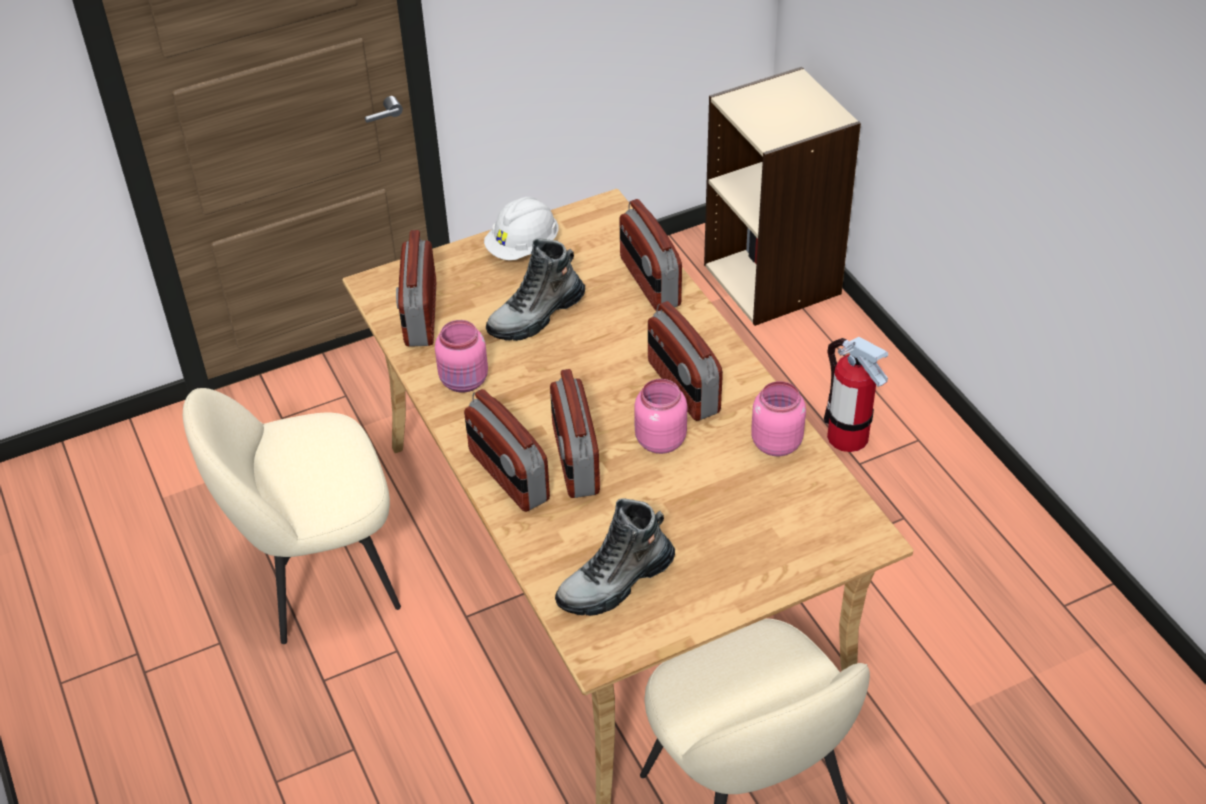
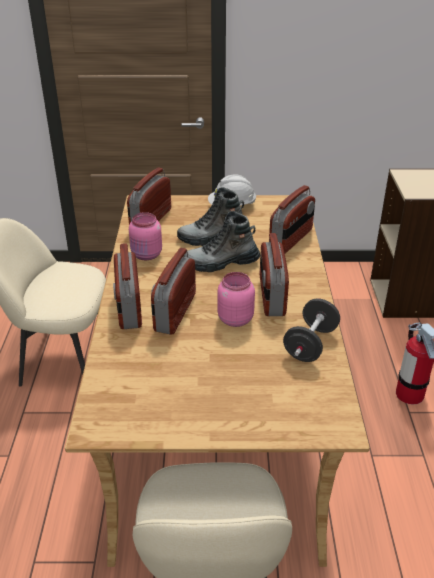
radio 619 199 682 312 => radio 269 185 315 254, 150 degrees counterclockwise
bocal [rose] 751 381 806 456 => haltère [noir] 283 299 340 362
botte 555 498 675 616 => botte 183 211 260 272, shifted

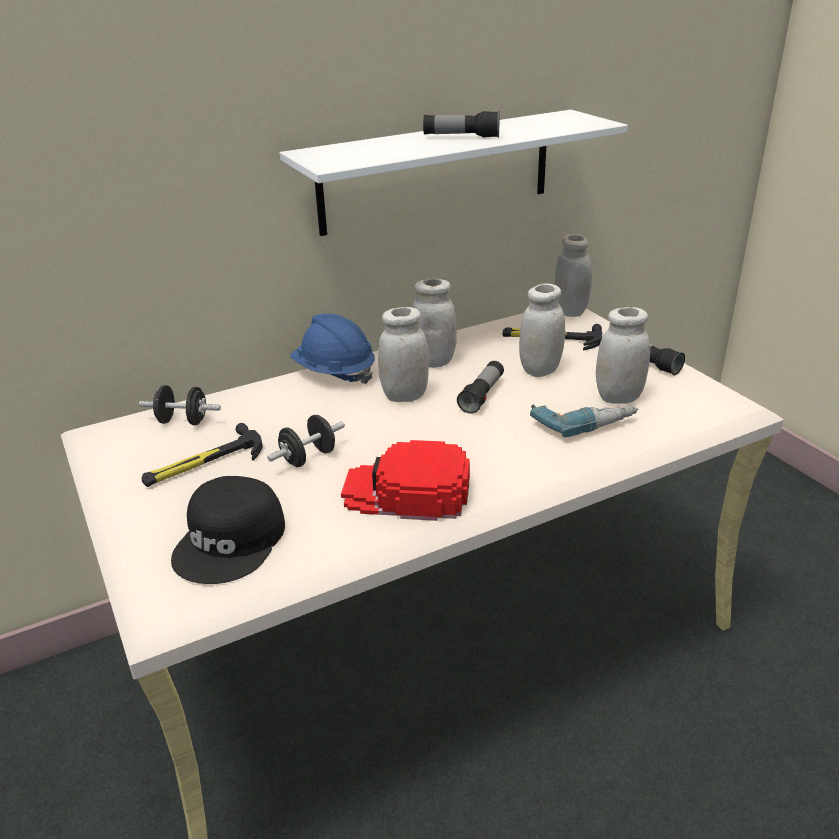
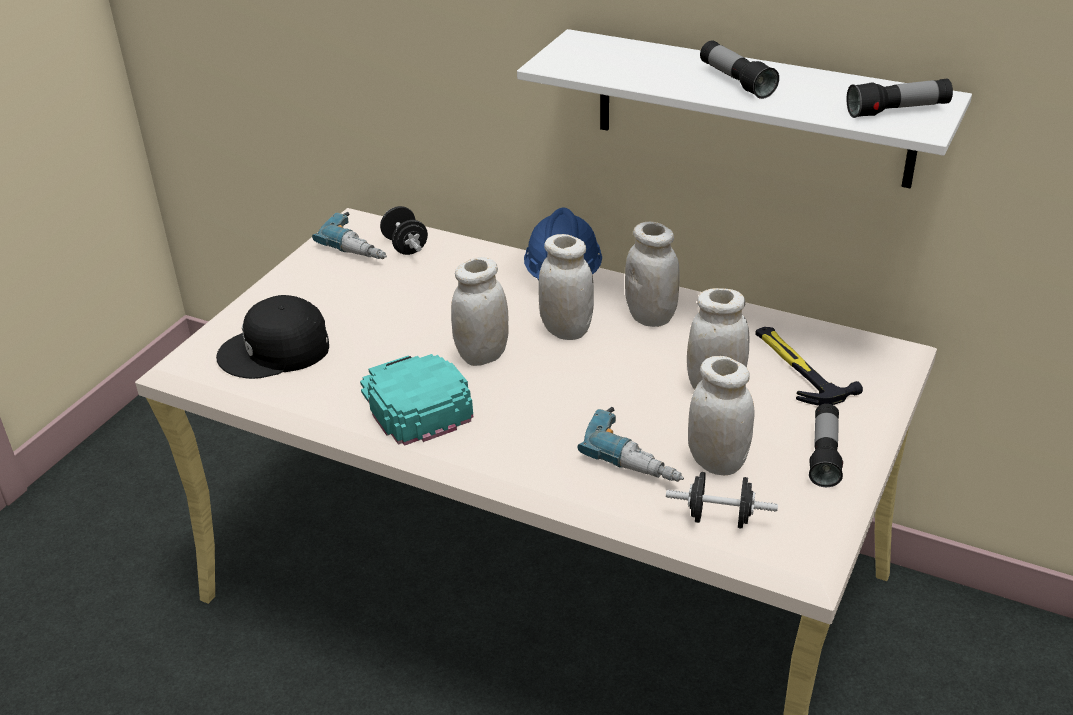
bocal [blanc] 554 234 592 317 => bocal [blanc] 451 257 509 366, shifted
lampe de poche 457 361 504 414 => lampe de poche 846 78 953 118, shifted
haltère [noir] 267 415 345 467 => haltère [noir] 666 472 778 528, shifted
marteau 141 423 263 487 => nothing
casquette [rouge] 341 440 470 521 => casquette [turquoise] 360 354 473 446
nothing => perceuse 312 212 387 259

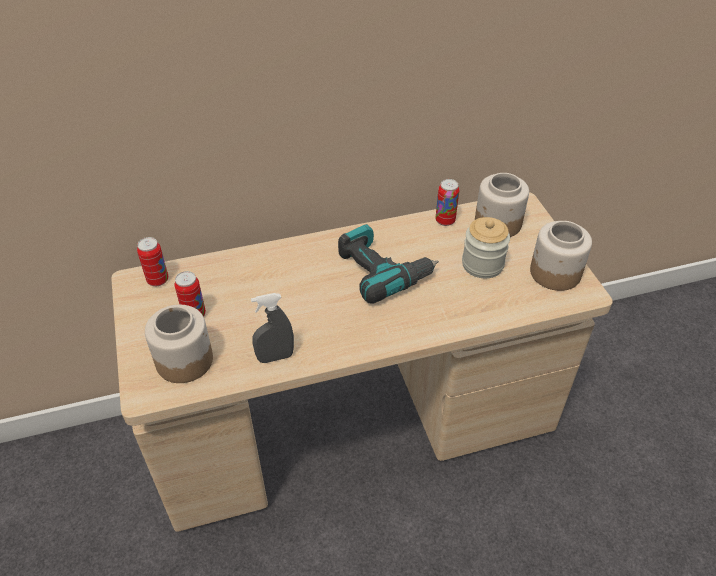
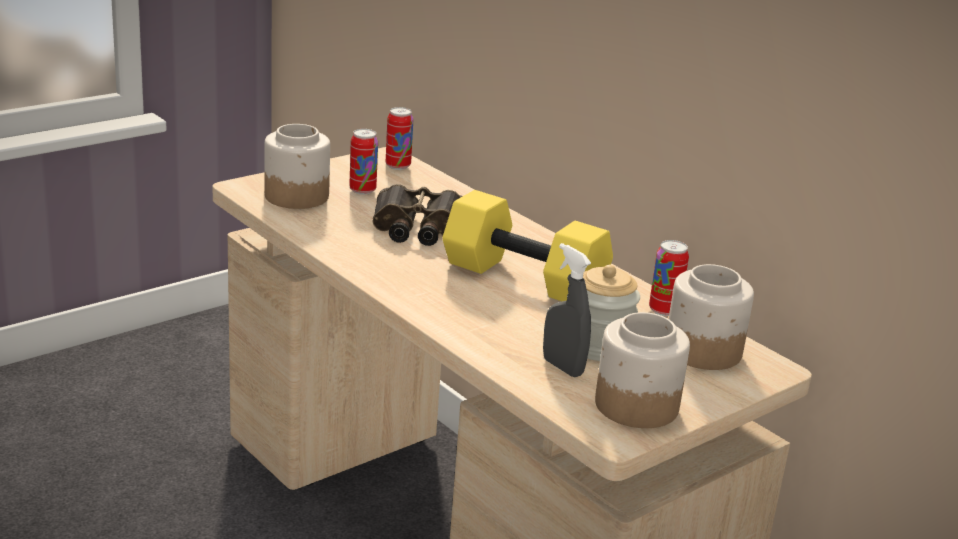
perceuse 338 224 439 304 => haltère [jaune] 442 190 613 301
vaporisateur [gris] 251 293 294 363 => vaporisateur [gris] 543 243 591 377, shifted
nothing => jumelles 373 184 462 246

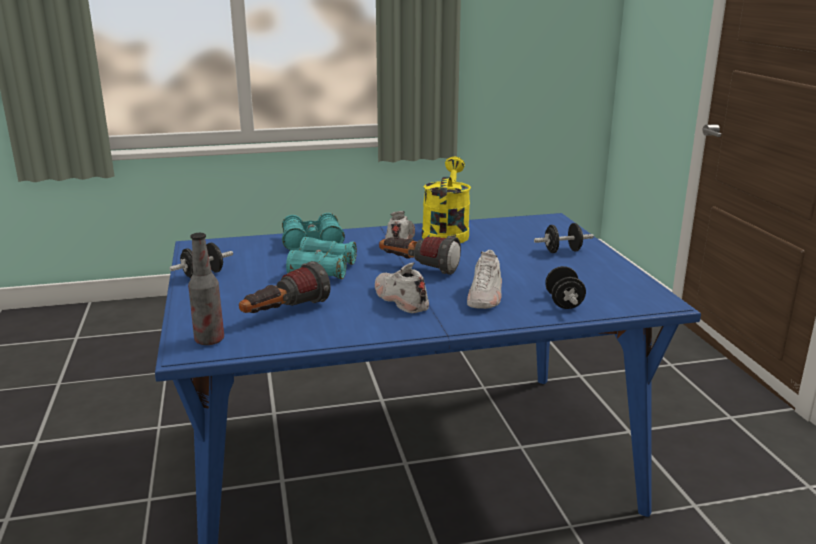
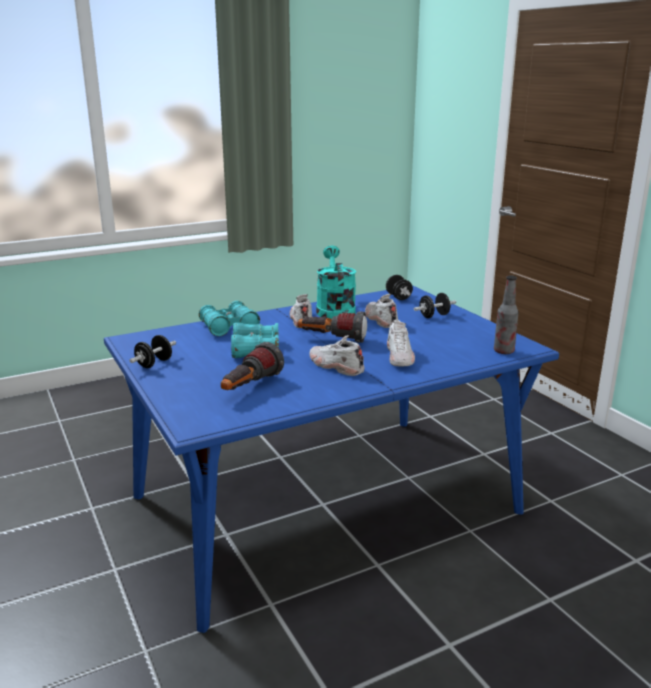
arrosoir [jaune] 422 157 471 243 => arrosoir [turquoise] 316 245 356 319
bouteille 188 233 224 345 => bouteille 494 275 519 354, shifted
haltère [noir] 545 266 586 309 => haltère [noir] 386 275 413 300, shifted
nothing => chaussure [blanc] 365 294 398 328

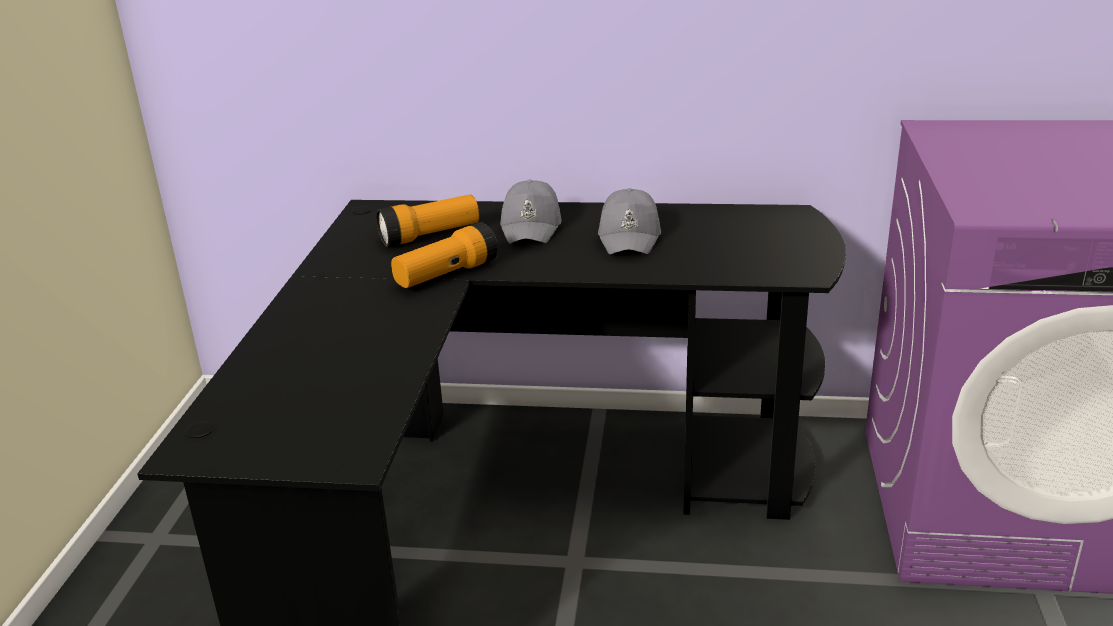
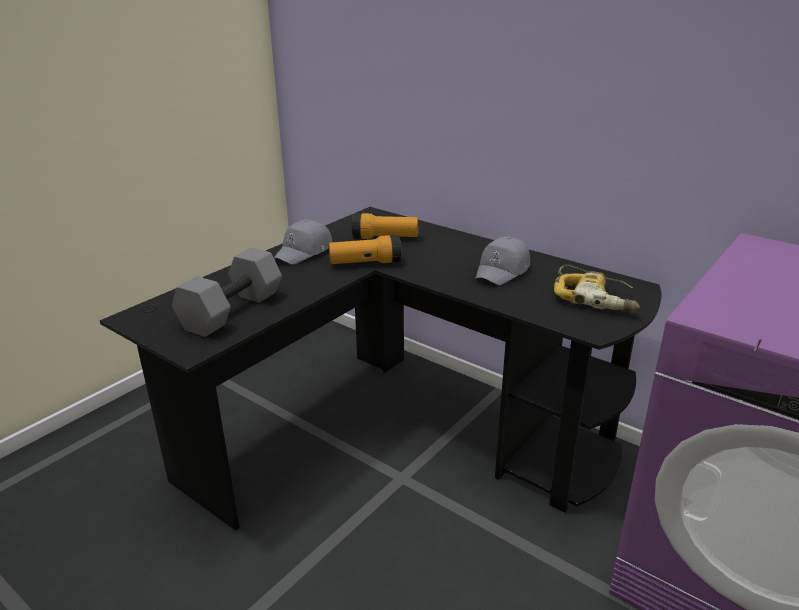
casquette [gris] 500 180 561 244 => casquette [gris] 274 220 332 265, shifted
nothing => haltère [gris] 172 248 282 337
nothing => perceuse 554 265 640 313

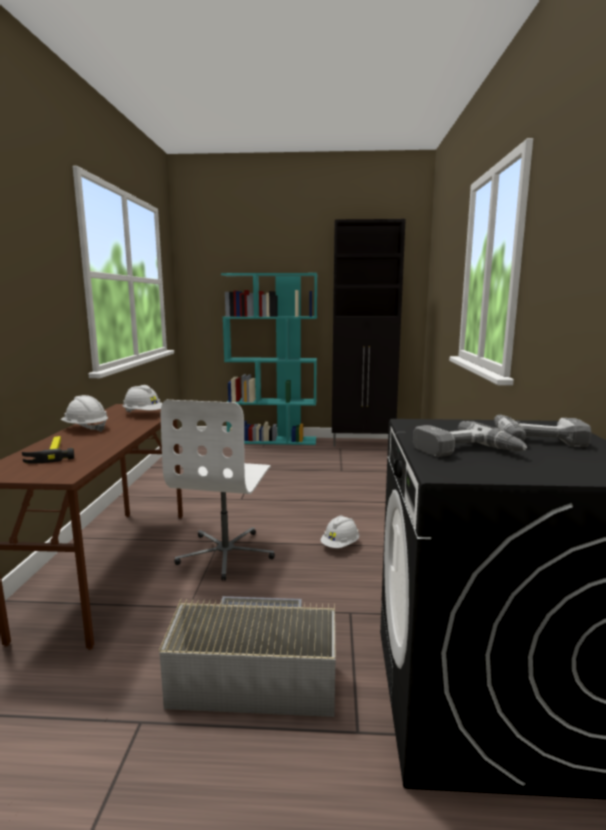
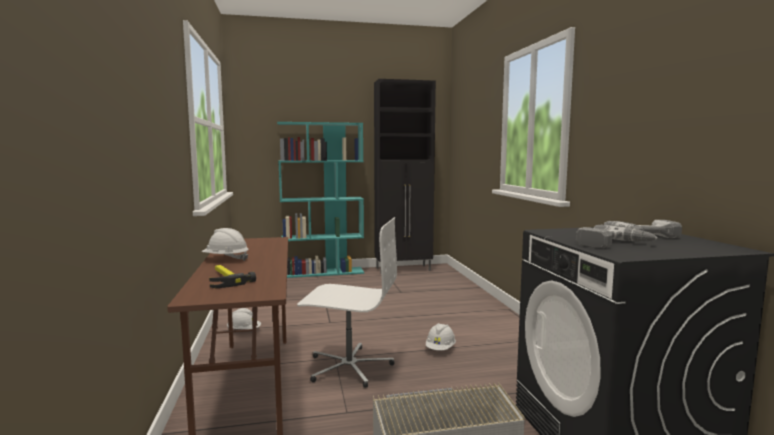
casque de chantier [blanc] 123 385 162 413 => casque de chantier [blanc] 227 308 261 329, shifted
chaise de bureau [blanc] 161 400 275 581 => chaise de bureau [blanc] 297 217 397 388, 75 degrees counterclockwise

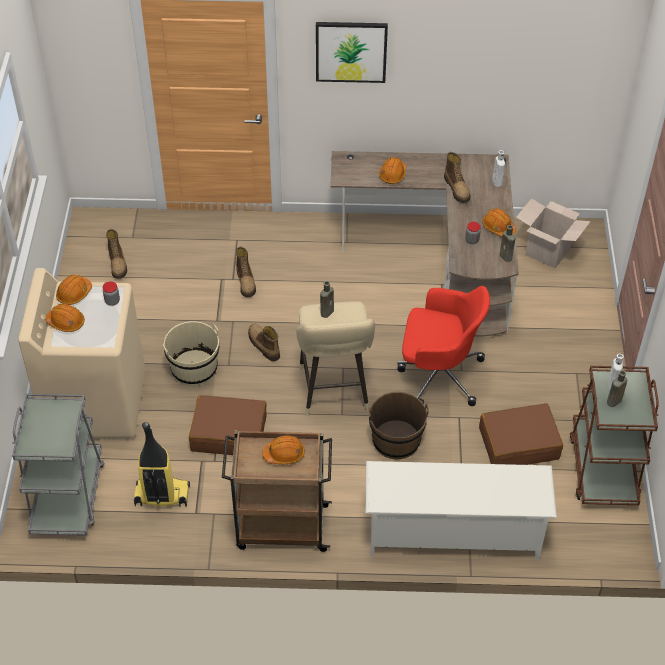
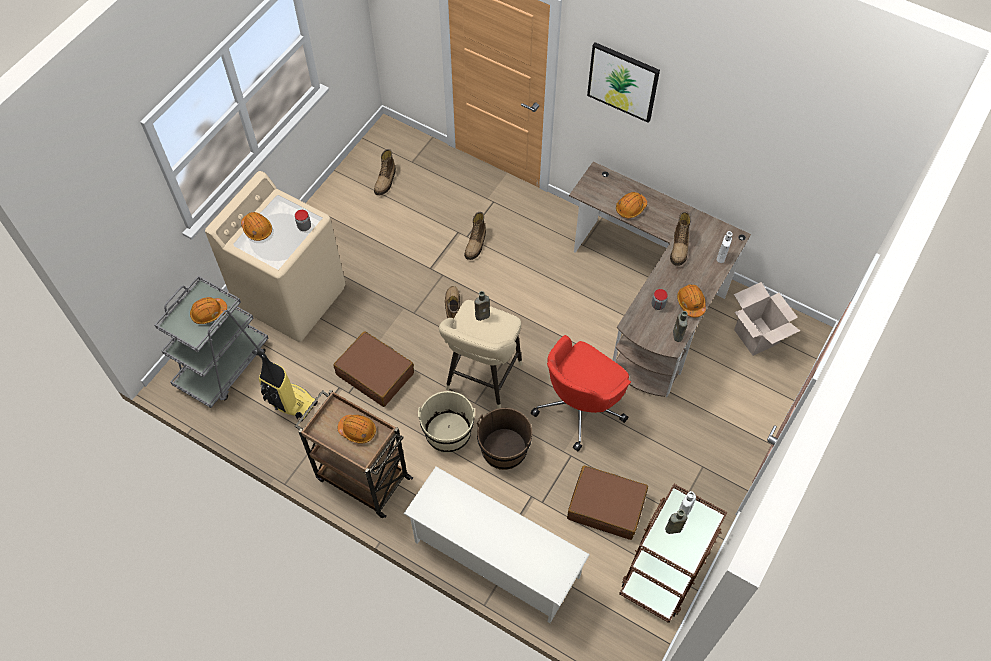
casque de chantier [orange] 56 275 92 305 => casque de chantier [orange] 190 297 227 324, shifted
chaise de bureau [rouge] 397 286 490 406 => chaise de bureau [rouge] 531 335 631 451, 90 degrees clockwise
seau [beige] 163 321 219 386 => seau [beige] 418 391 475 453, shifted

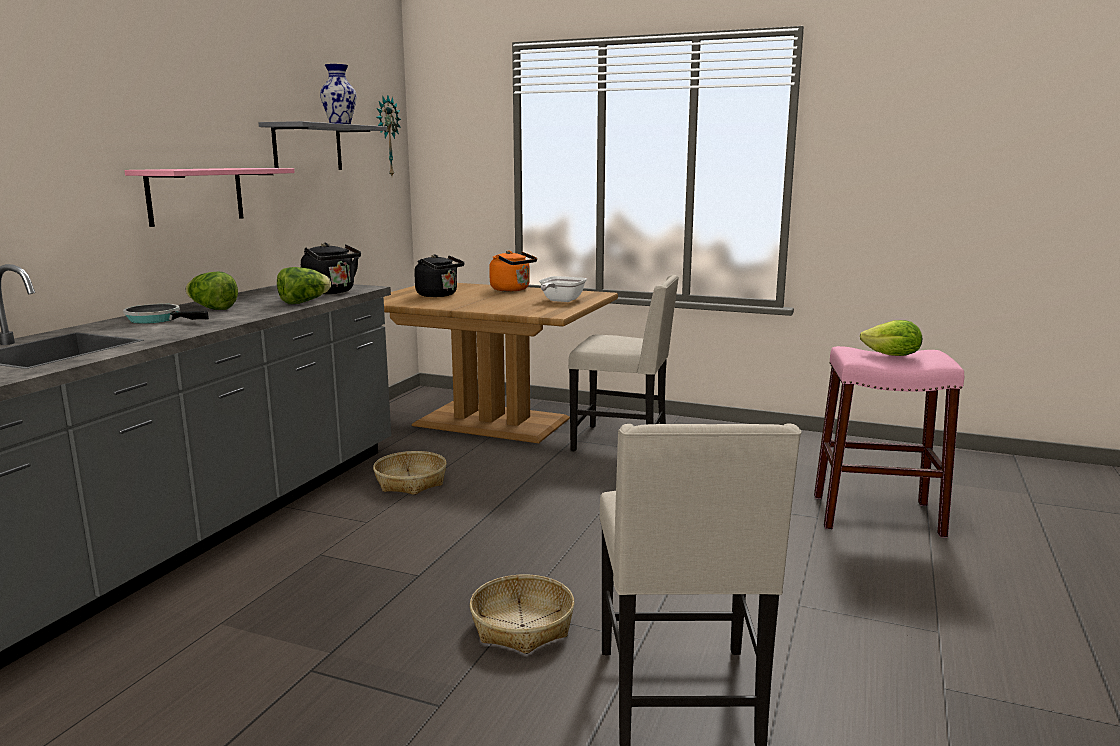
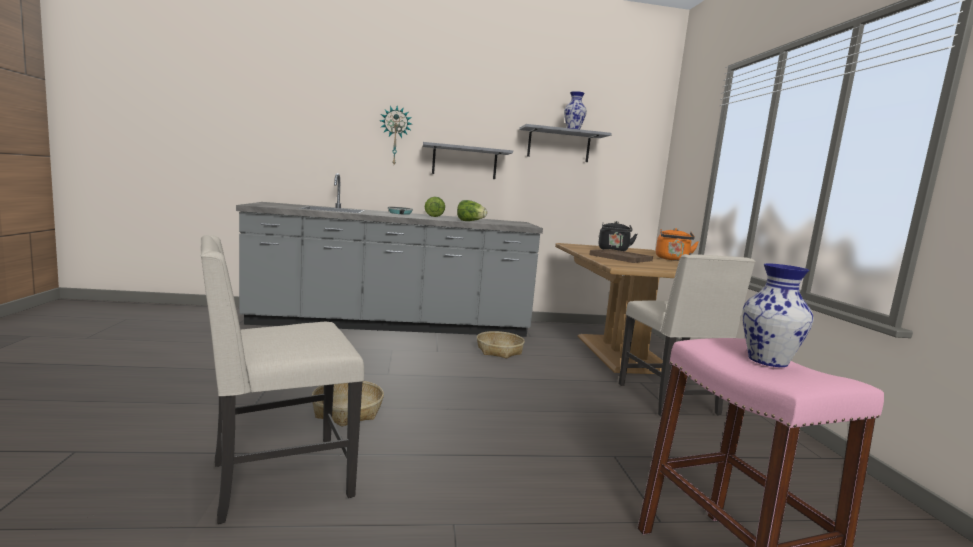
horloge murale 376 96 401 176 => horloge murale 380 106 412 164, shifted
étagère [rose] 124 168 295 227 => étagère [gris] 423 142 513 179
bouilloire [noir] 301 243 361 294 => nothing
poêle 539 276 587 302 => nothing
laitue 860 320 922 356 => vase 742 263 814 367
nothing => plateau [marron] 589 249 653 263

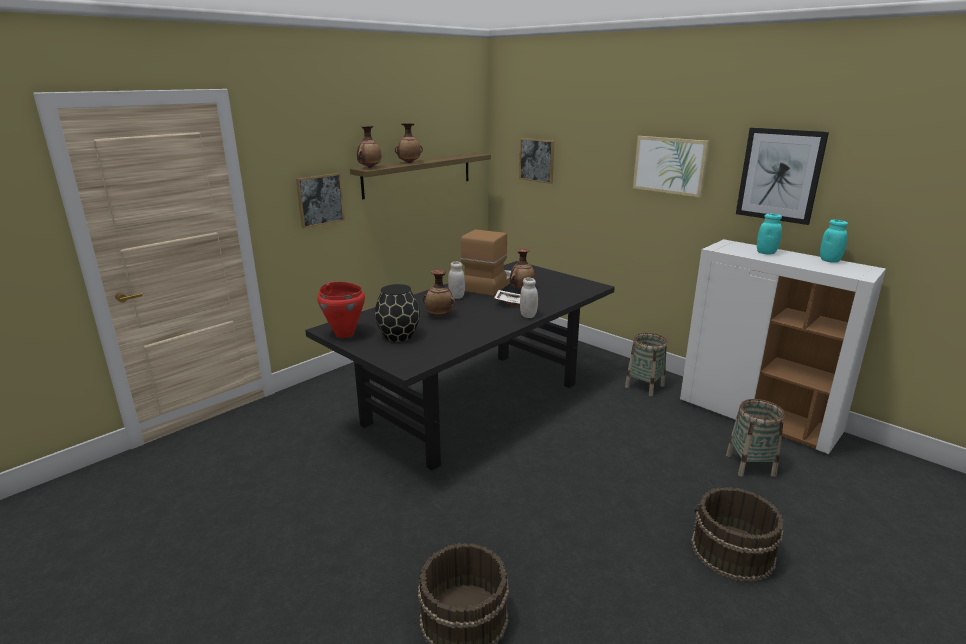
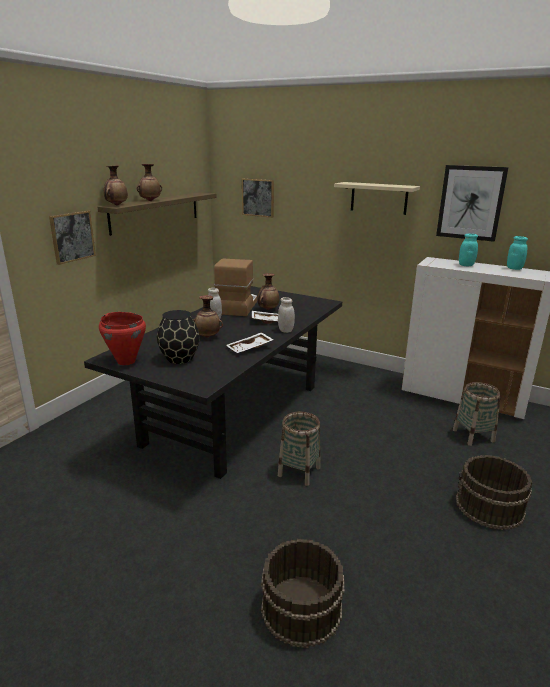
tableau 633 136 710 198 => étagère [beige] 334 182 420 215
panier 625 333 667 396 => panier 278 412 320 486, shifted
nothing => plateau [blanc] 226 332 274 353

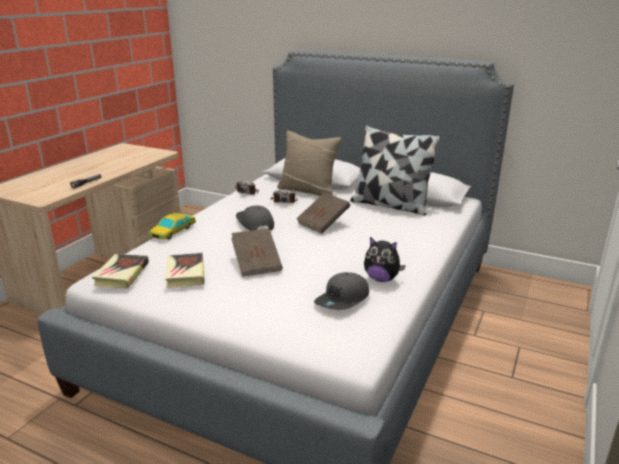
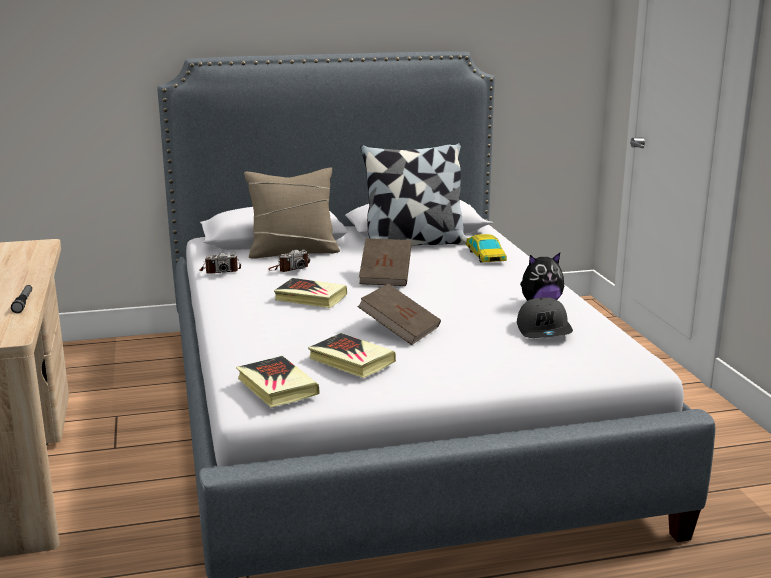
casquette [gris] 236 206 274 231 => livre 274 278 347 308
petite voiture 149 213 196 240 => petite voiture 466 234 507 263, shifted

